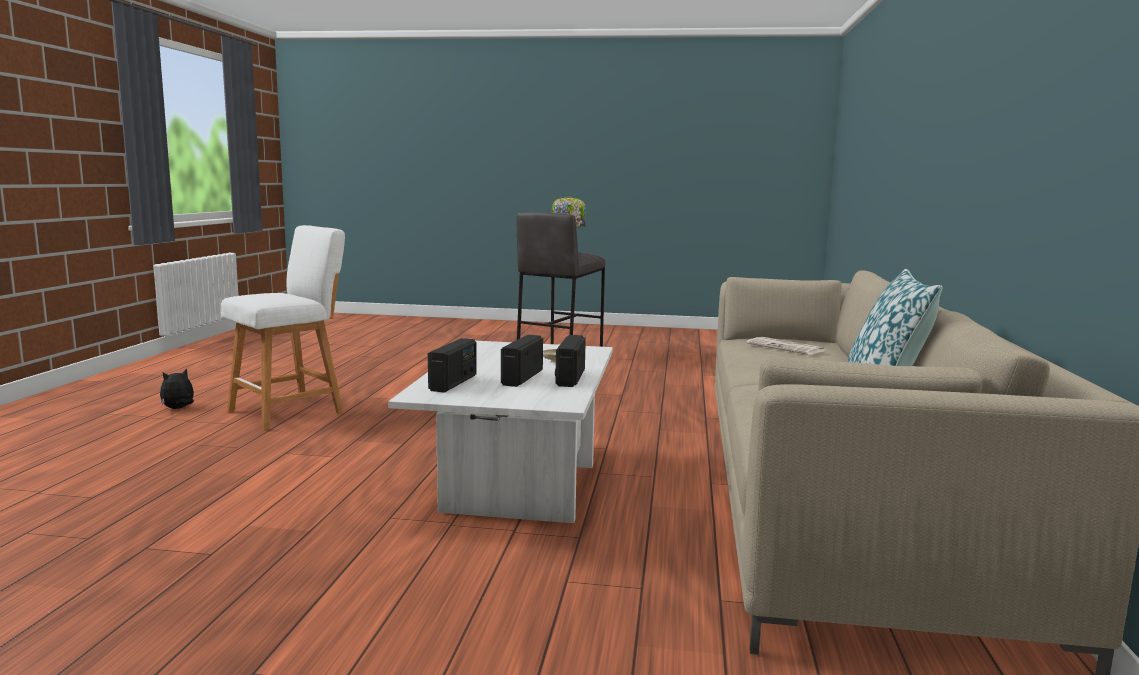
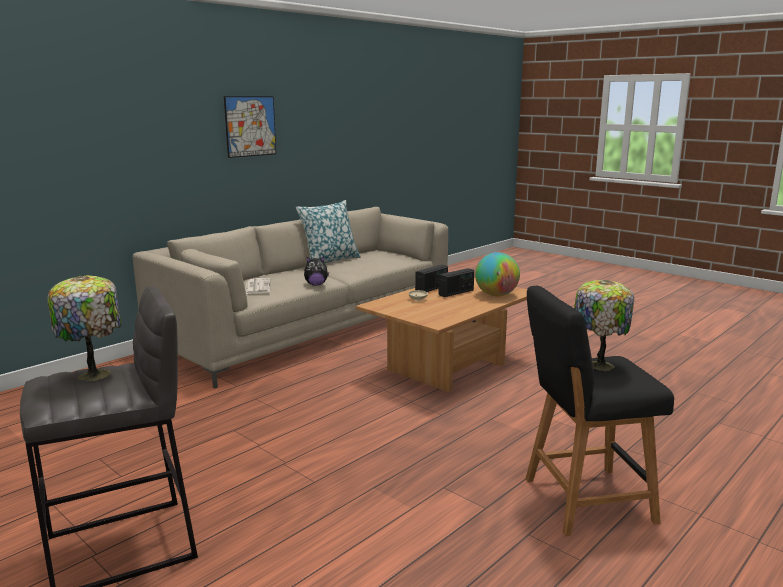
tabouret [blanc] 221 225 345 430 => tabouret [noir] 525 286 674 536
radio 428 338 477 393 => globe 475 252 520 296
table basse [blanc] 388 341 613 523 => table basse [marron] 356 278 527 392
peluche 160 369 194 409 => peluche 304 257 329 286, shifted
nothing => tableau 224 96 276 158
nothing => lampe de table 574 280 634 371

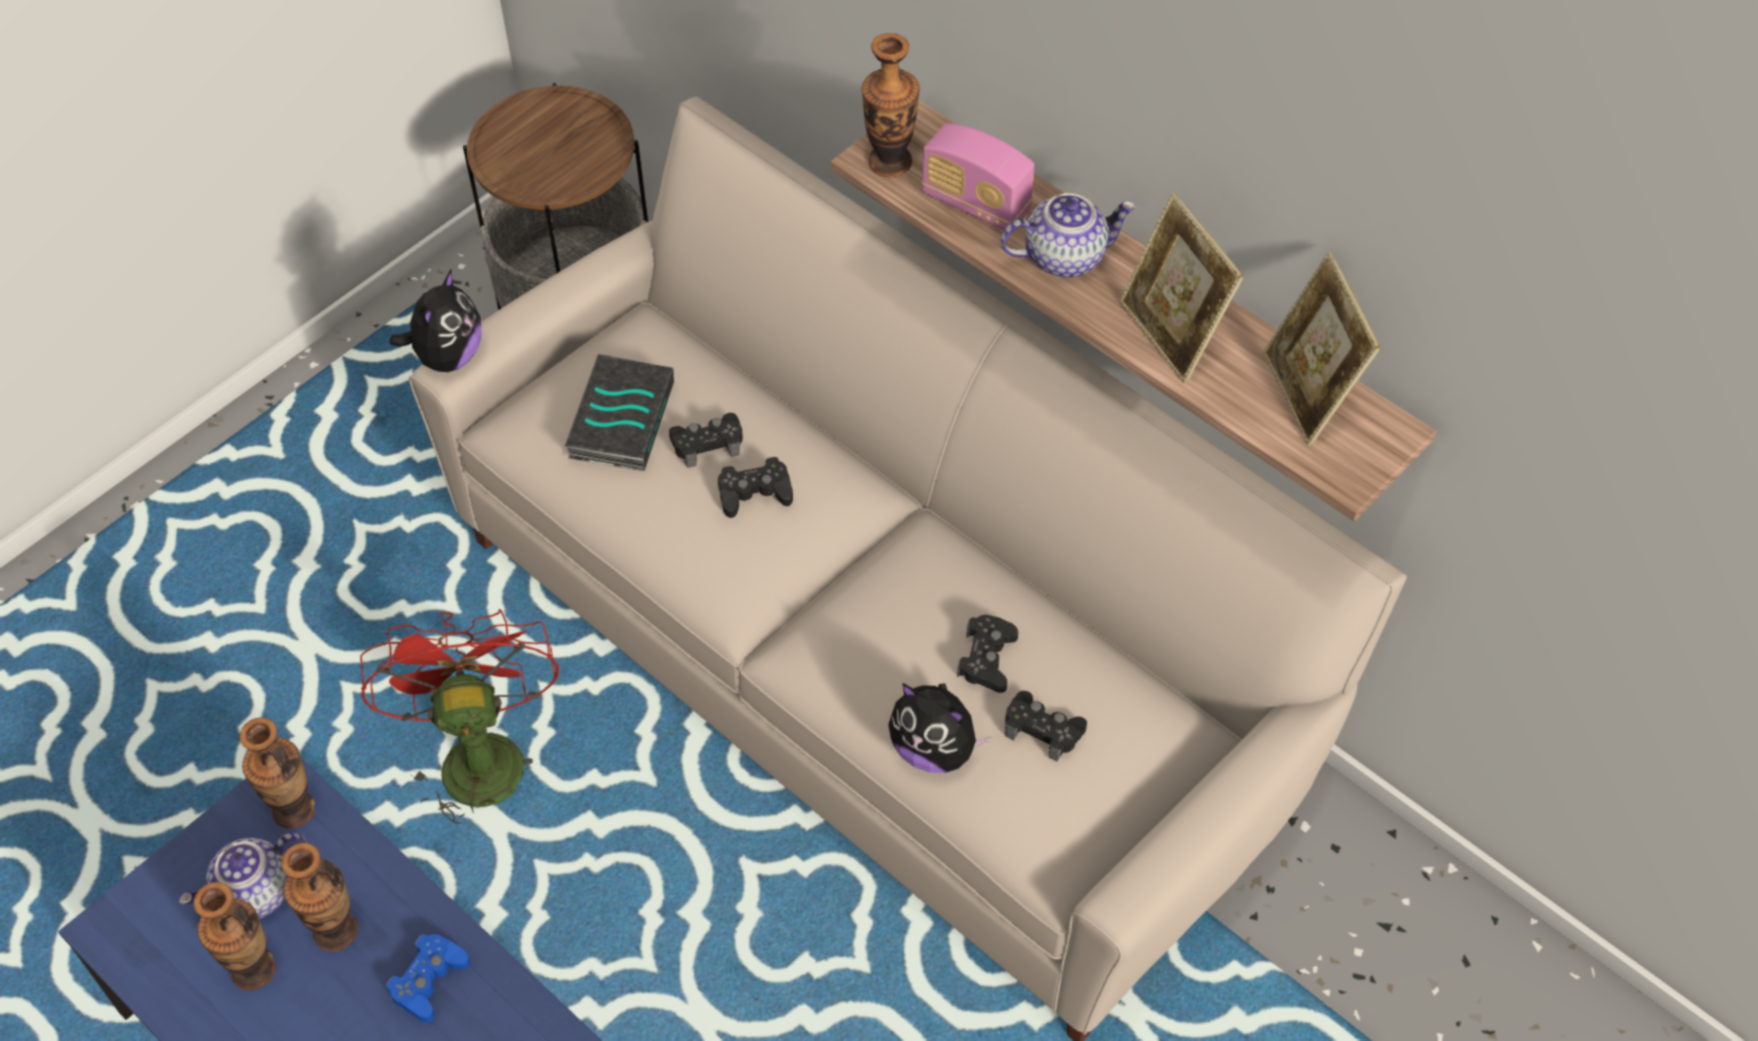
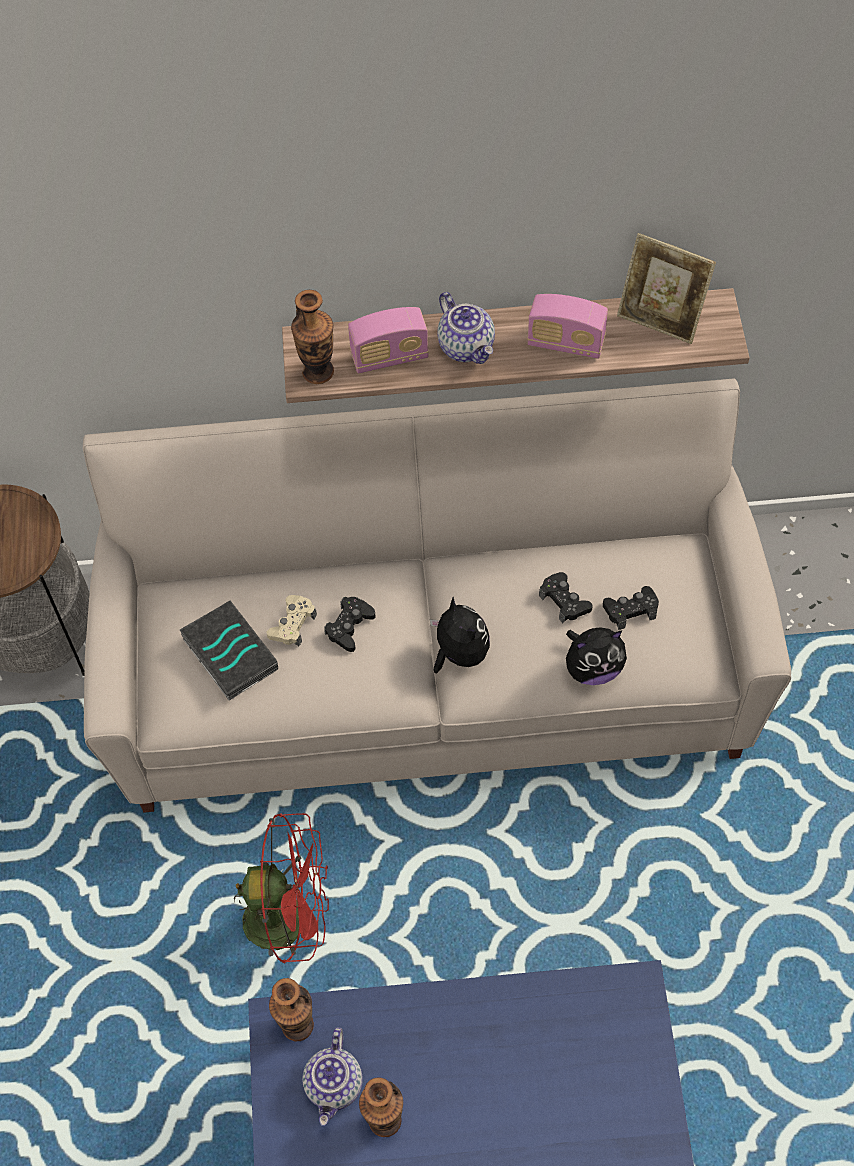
théière 1001 193 1136 277 => théière 437 292 495 364, 120 degrees clockwise
cadre photo 1119 193 1244 383 => radio 527 294 608 359
peluche 390 270 482 372 => peluche 430 597 490 673, shifted
manette [noir] 669 413 743 468 => manette [beige] 266 595 317 646
ventilateur [rouge] 360 609 559 824 => ventilateur [rouge] 234 813 329 963, 150 degrees clockwise
vase 281 843 358 952 => nothing
manette [bleu] 386 934 470 1022 => nothing

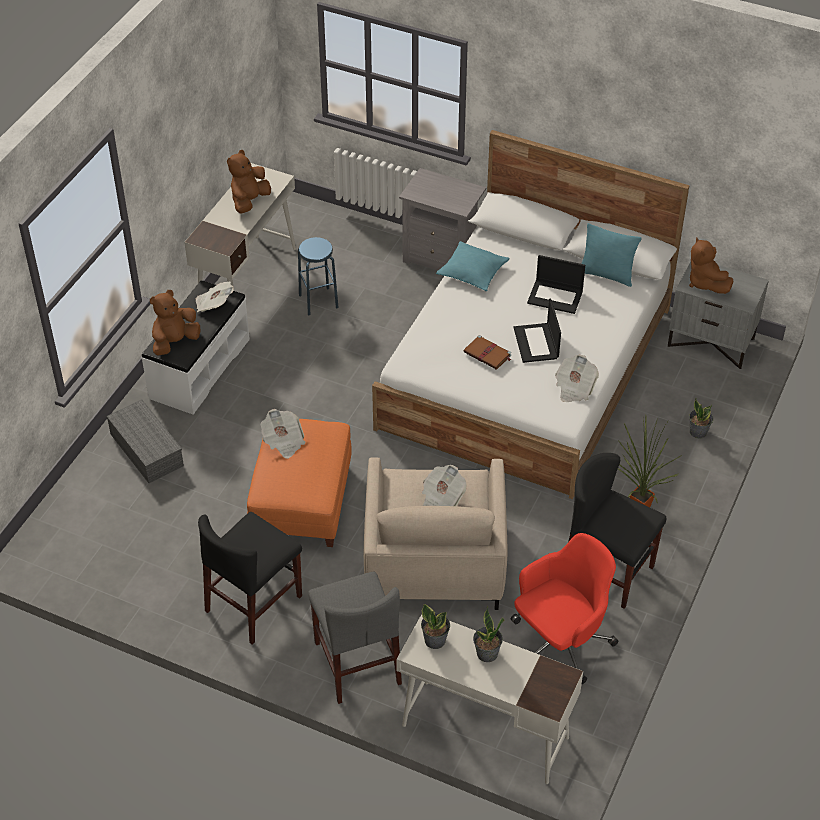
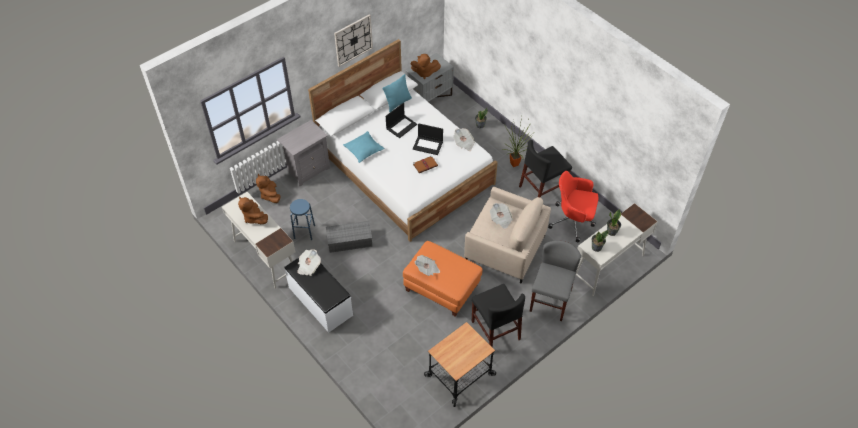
peluche [marron] 150 290 201 356 => peluche [marron] 256 174 281 203, shifted
boîte de rangement [gris] 106 399 184 483 => boîte de rangement [gris] 326 221 372 253, shifted
chaise de bureau [rouge] 511 533 619 684 => chaise de bureau [rouge] 548 171 598 242, 60 degrees counterclockwise
chaise [gris] 308 572 402 704 => chaise [gris] 530 240 581 321, 75 degrees counterclockwise
nothing => horloge murale 334 14 373 67
nothing => chariot 424 322 496 407

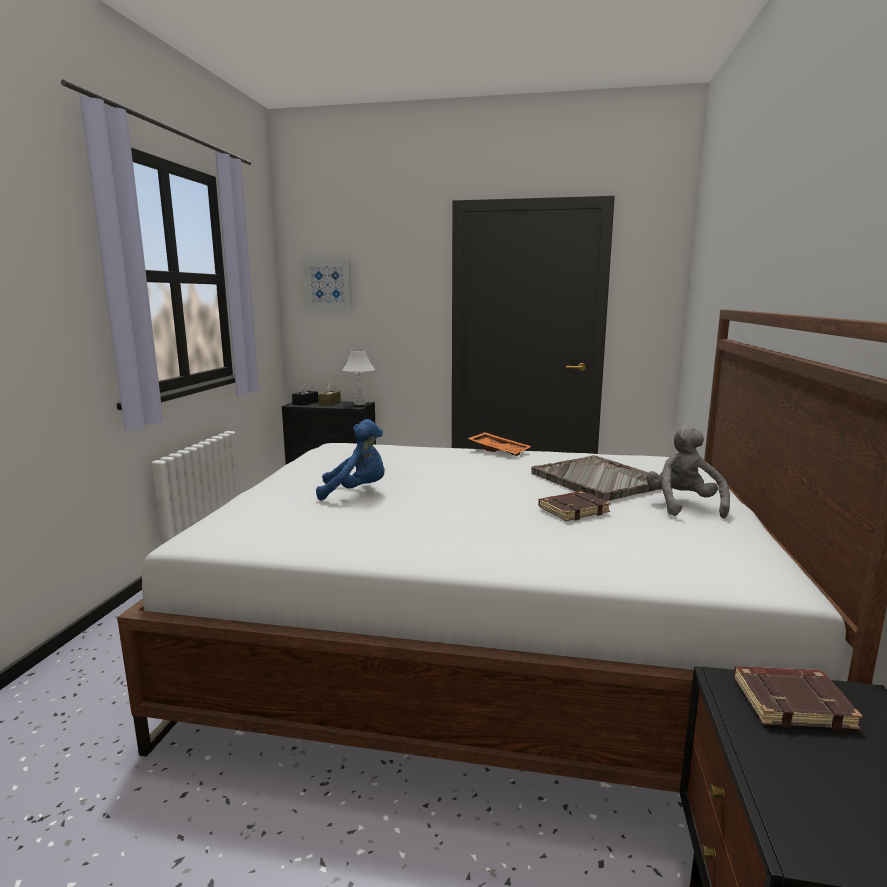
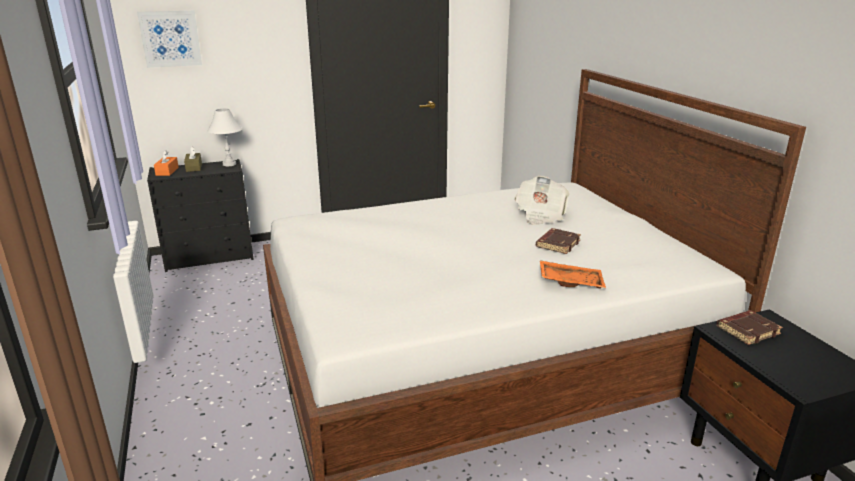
boîte à mouchoirs [noir] 292 382 318 406 => boîte à mouchoirs [orange] 154 150 179 176
peluche [bleu] 316 419 385 501 => nothing
peluche [gris] 646 425 730 518 => nothing
plateau [orange] 468 432 531 456 => plateau [orange] 540 260 606 289, shifted
plateau [gris] 531 455 662 501 => journal 515 176 569 225

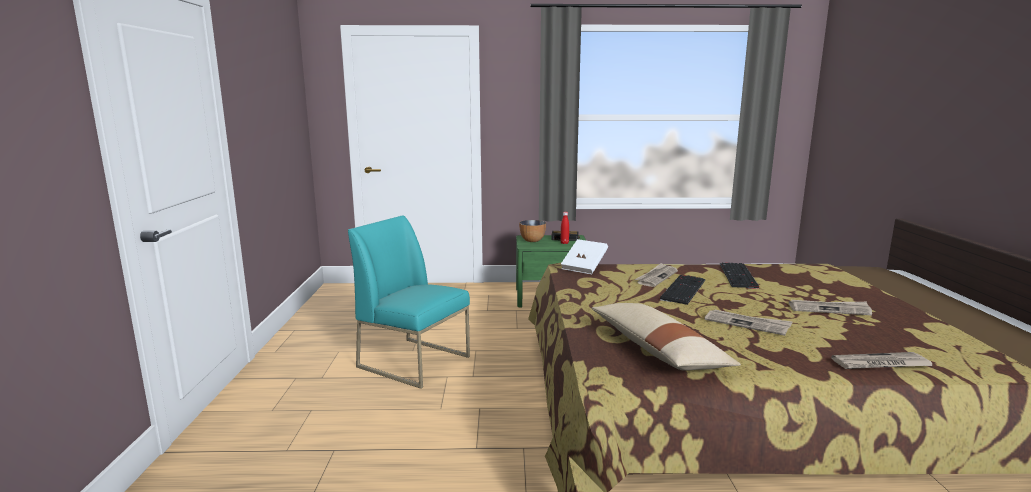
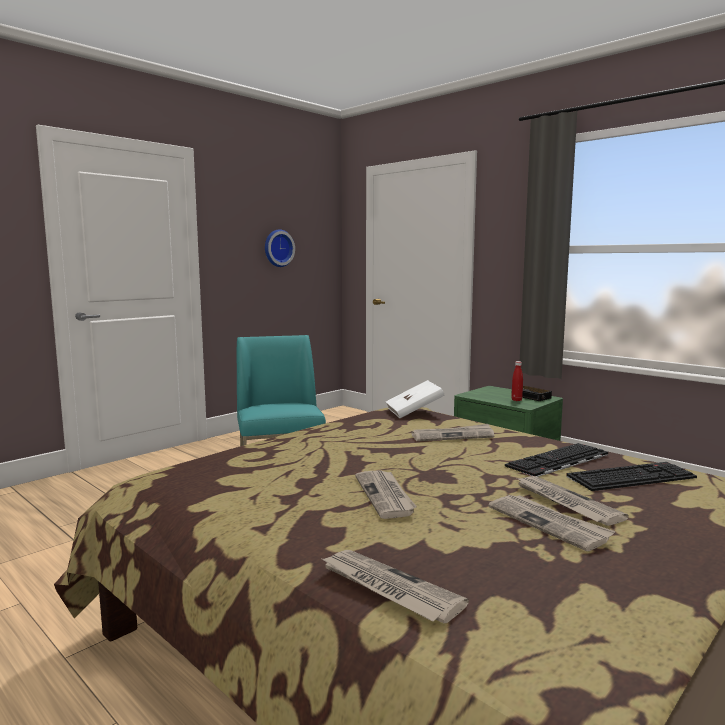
bol 519 220 546 242 => nothing
clavier 660 275 705 305 => clavier 566 462 697 491, shifted
coussin [beige] 592 303 741 371 => nothing
nothing => horloge murale 265 229 295 267
nothing => journal 517 476 629 526

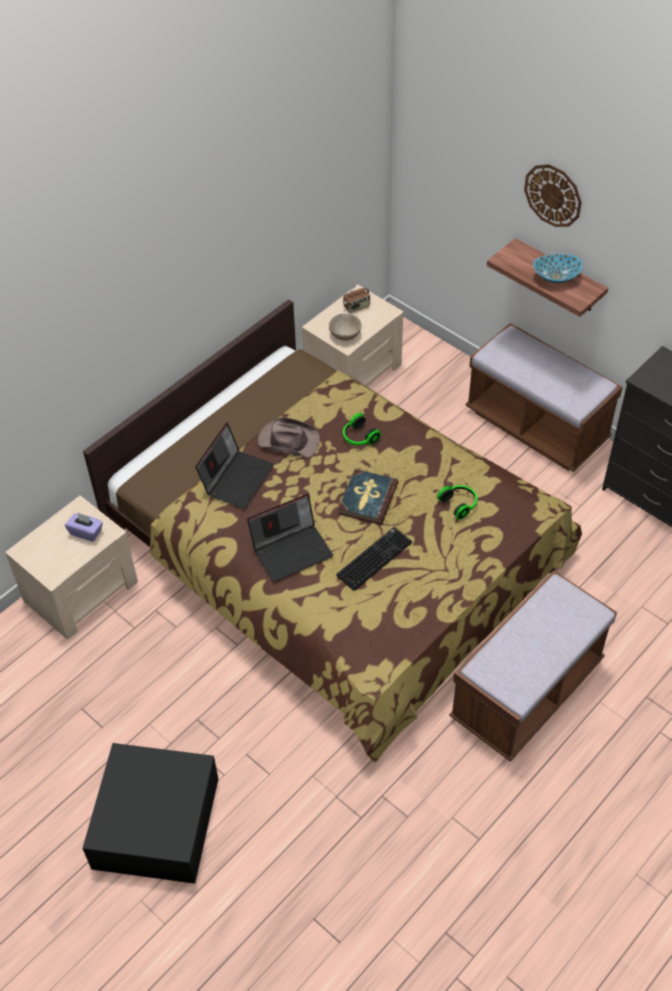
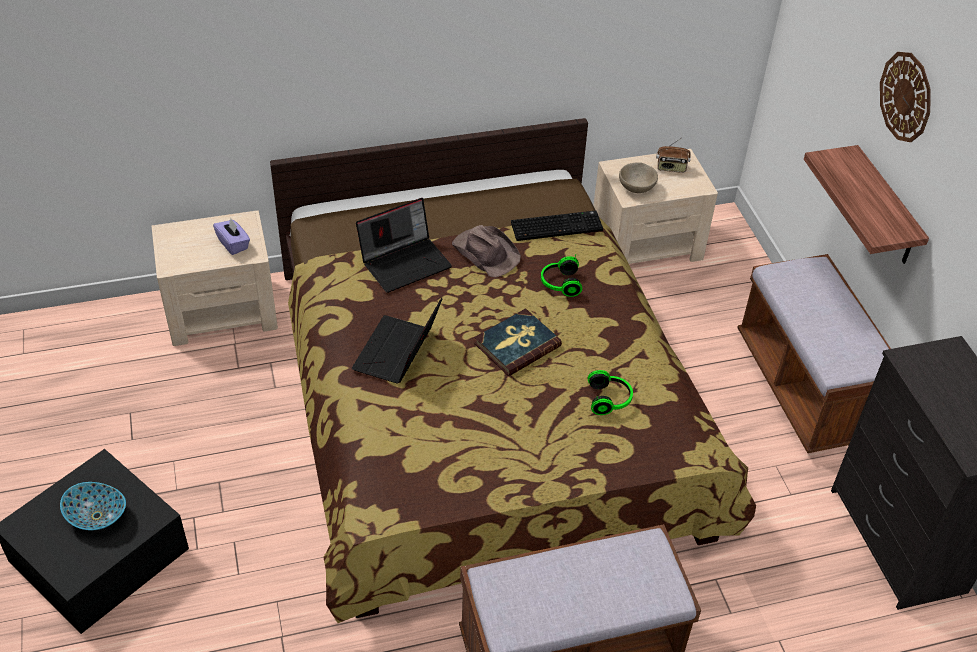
bol 533 254 583 283 => bol 60 482 126 530, shifted
ordinateur portable 247 494 333 582 => ordinateur portable 352 297 442 384, 105 degrees clockwise
clavier 336 527 412 591 => clavier 511 210 603 241, shifted

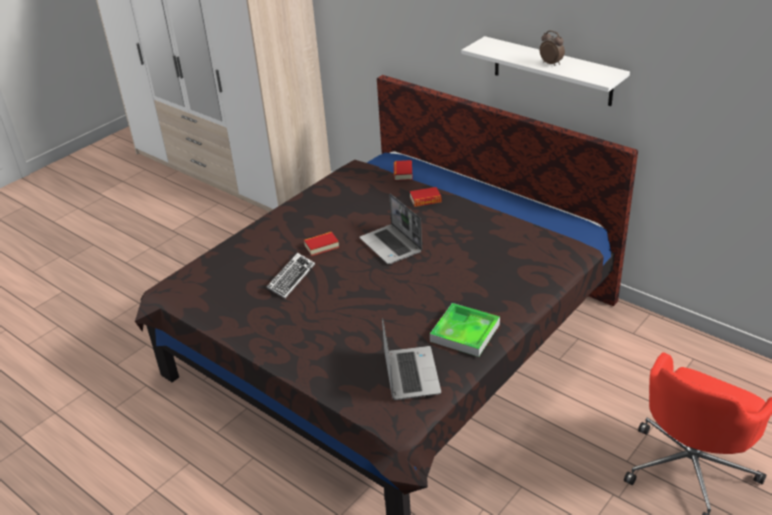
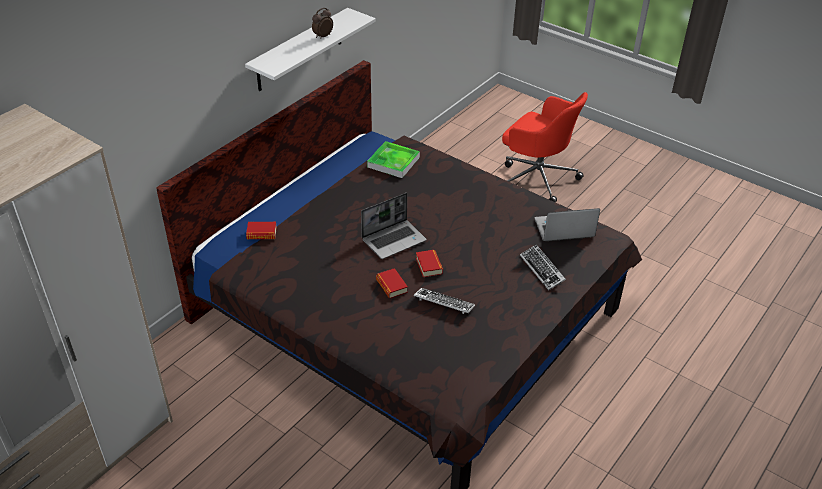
livre 410 187 442 207 => livre 416 250 443 277, shifted
plateau 430 303 500 357 => plateau 367 141 420 178, shifted
nothing => clavier 520 244 566 291

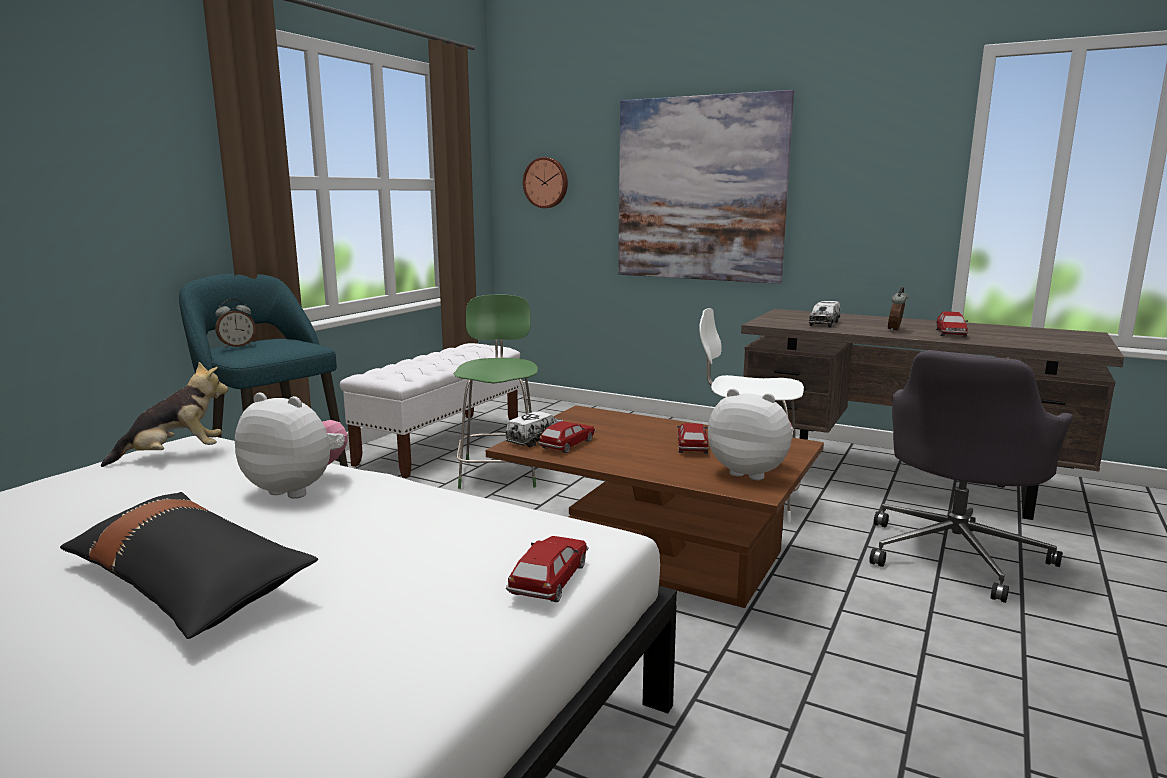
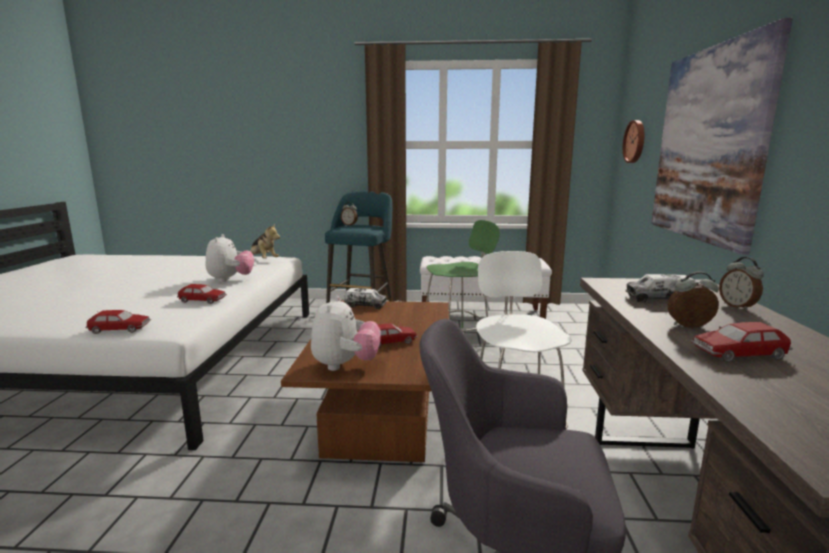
petite voiture 538 421 596 453 => petite voiture 177 284 227 304, shifted
coussin [noir] 60 492 318 639 => nothing
nothing => réveil 719 257 764 311

